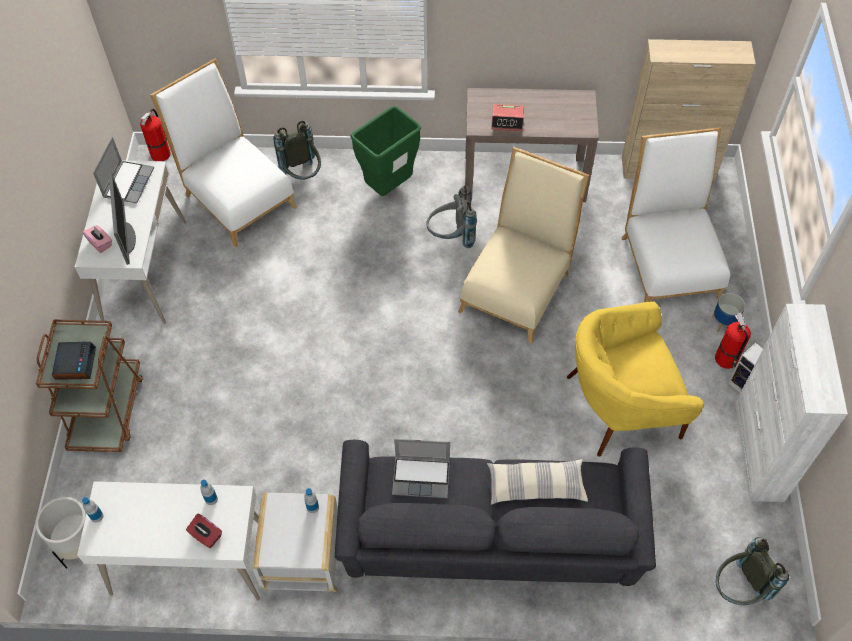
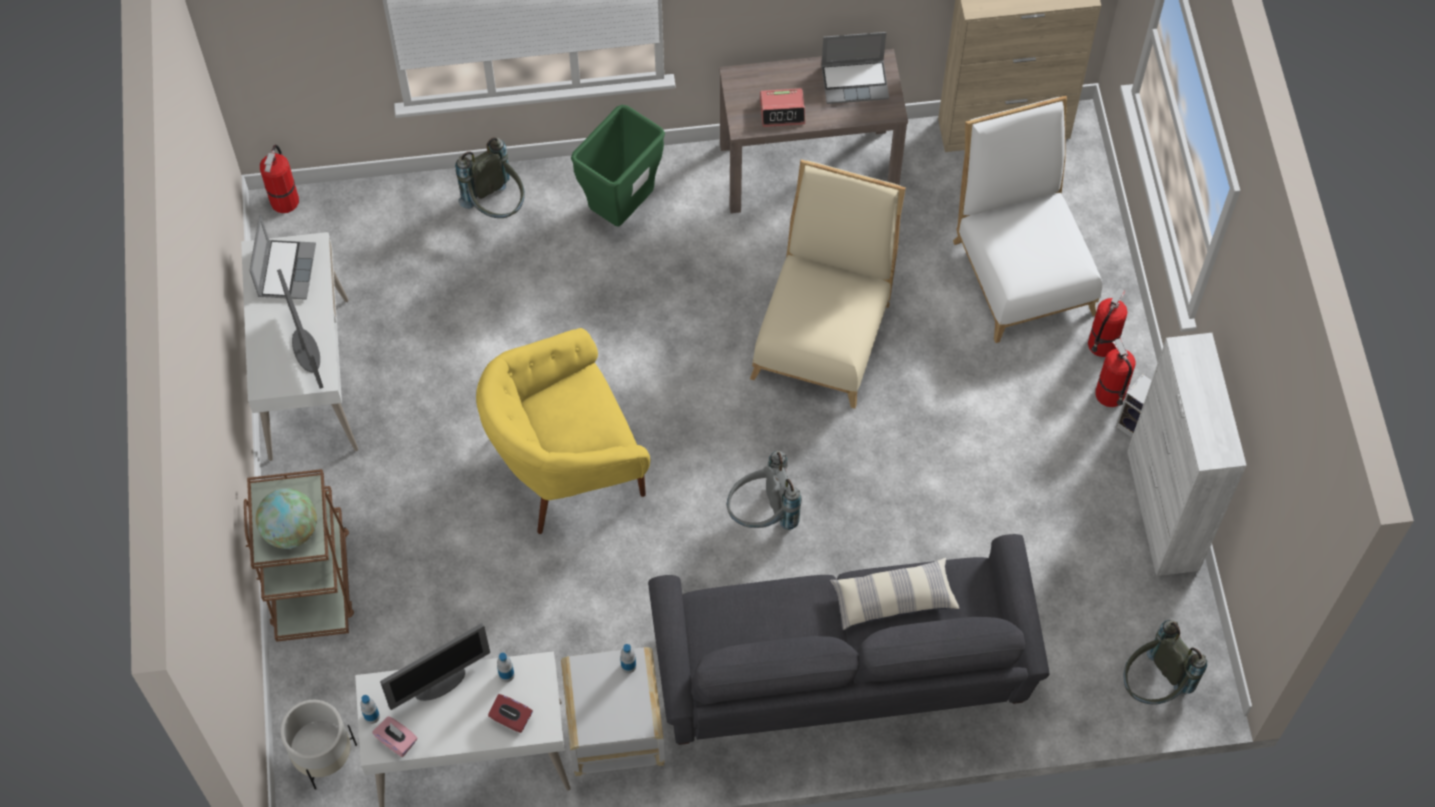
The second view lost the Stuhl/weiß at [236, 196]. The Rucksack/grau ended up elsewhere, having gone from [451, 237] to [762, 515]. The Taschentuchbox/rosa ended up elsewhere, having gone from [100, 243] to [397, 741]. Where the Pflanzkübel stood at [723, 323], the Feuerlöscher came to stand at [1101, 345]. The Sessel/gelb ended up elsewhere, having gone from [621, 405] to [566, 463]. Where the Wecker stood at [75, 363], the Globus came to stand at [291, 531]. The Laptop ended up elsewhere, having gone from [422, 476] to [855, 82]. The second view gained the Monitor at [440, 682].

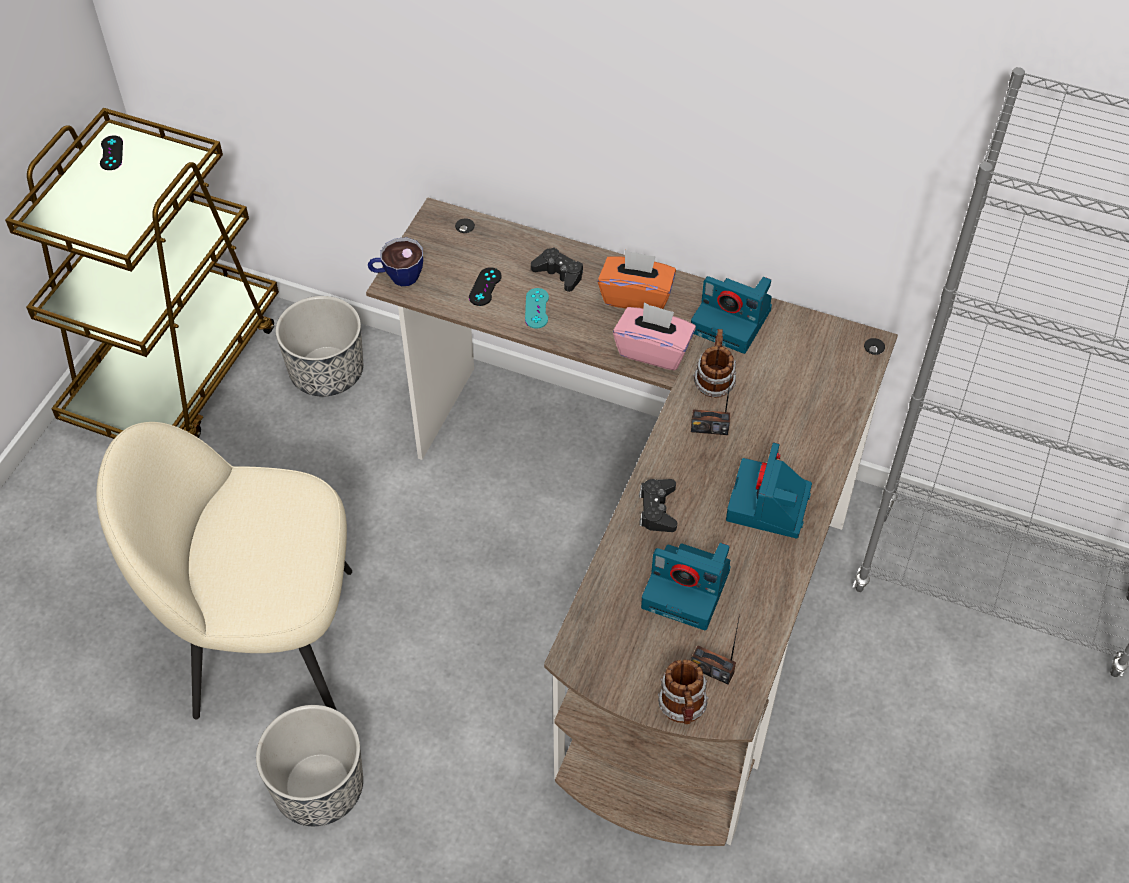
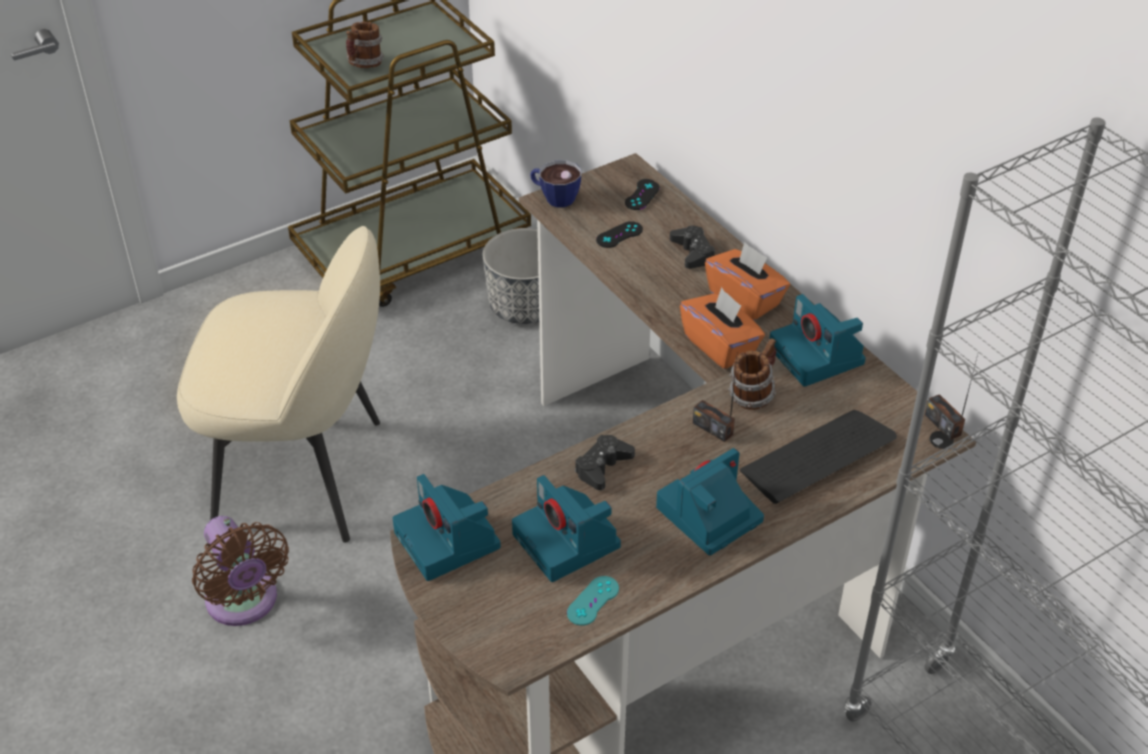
The Gamepad/schwarz ended up elsewhere, having gone from [111, 153] to [642, 195]. The Gamepad/türkis ended up elsewhere, having gone from [536, 308] to [593, 601]. What was the Taschentuchbox/rosa at [653, 350] turned into the Taschentuchbox/orange at [720, 346]. The Stuhl/beige at [267, 640] ended up facing another way, 150 degrees clockwise from before. The Radio ended up elsewhere, having gone from [712, 670] to [943, 424]. The Henkelbecher ended up elsewhere, having gone from [683, 708] to [364, 64]. Where the Pflanzkübel stood at [319, 787], the Ventilator/braun came to stand at [244, 603]. The second view gained the Tastatur at [817, 457]. The second view gained the Kamera at [449, 541].

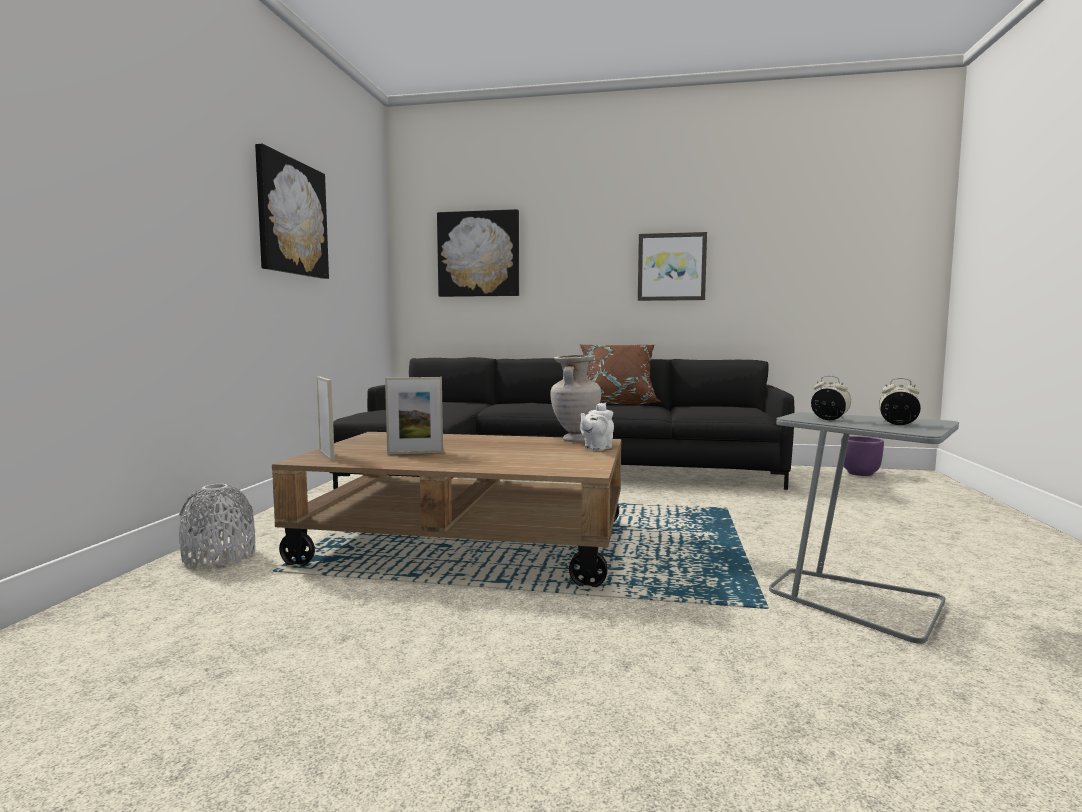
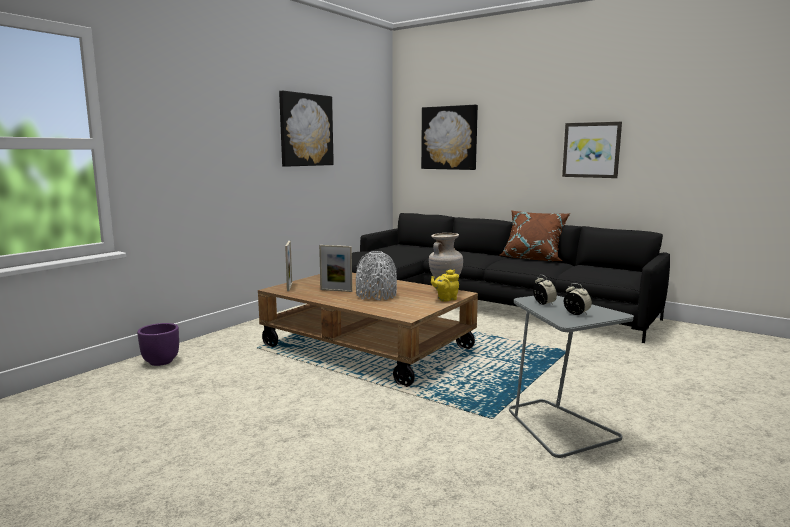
What was the Teekanne/weiß at [596, 448] turned into the Teekanne/gelb at [445, 299]. The Pflanzkübel/lila ended up elsewhere, having gone from [860, 473] to [161, 362]. The Vase/grau ended up elsewhere, having gone from [219, 557] to [376, 295].

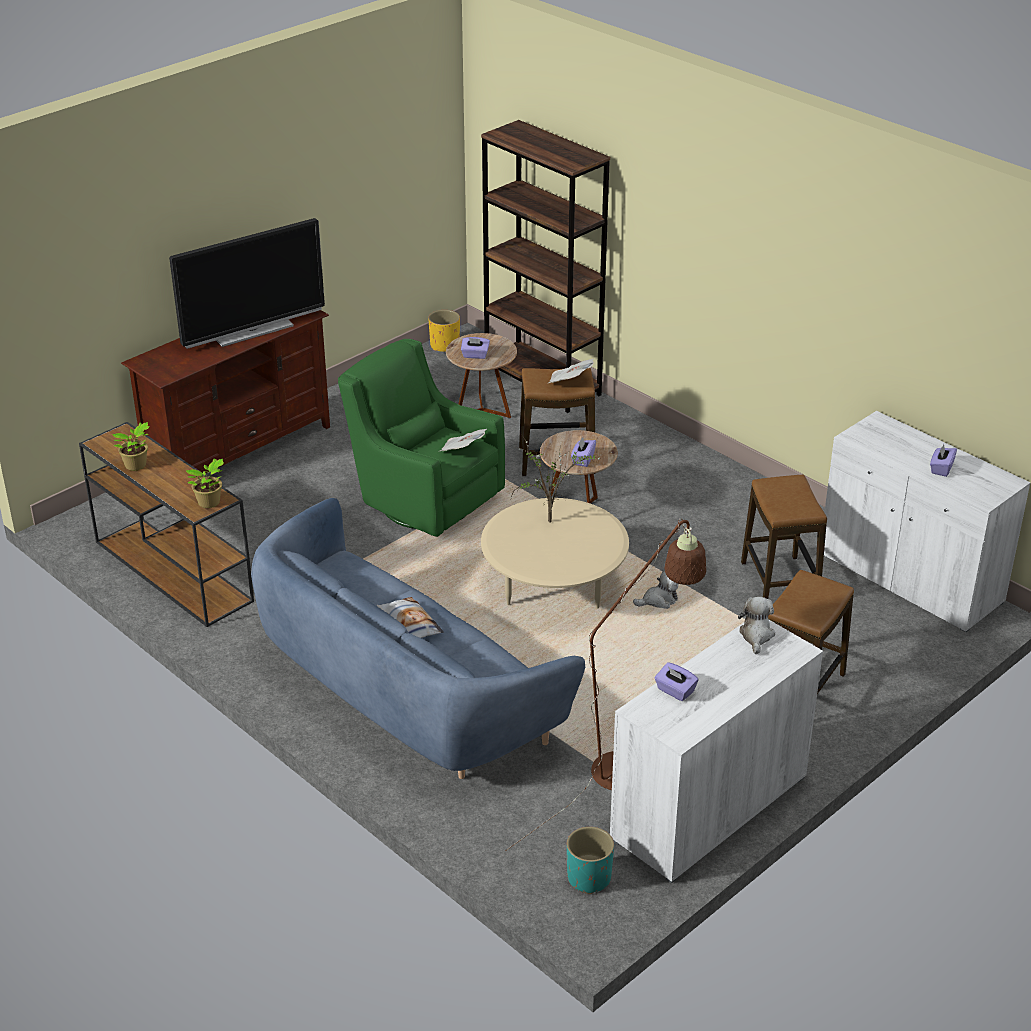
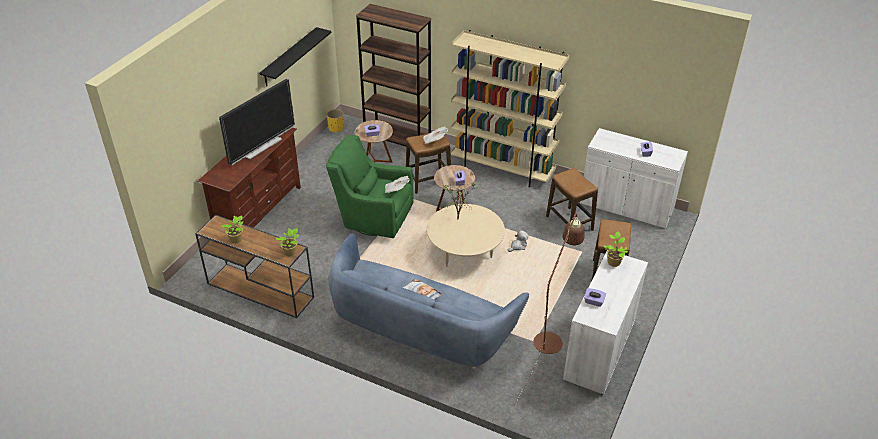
Where the Plüschtier stood at [756, 635], the Topfpflanze came to stand at [613, 262]. The second view lost the Pflanzkübel/türkis at [589, 878]. The second view gained the Wandregal/schwarz at [289, 57]. The second view gained the Bücherregal/beige at [502, 169].

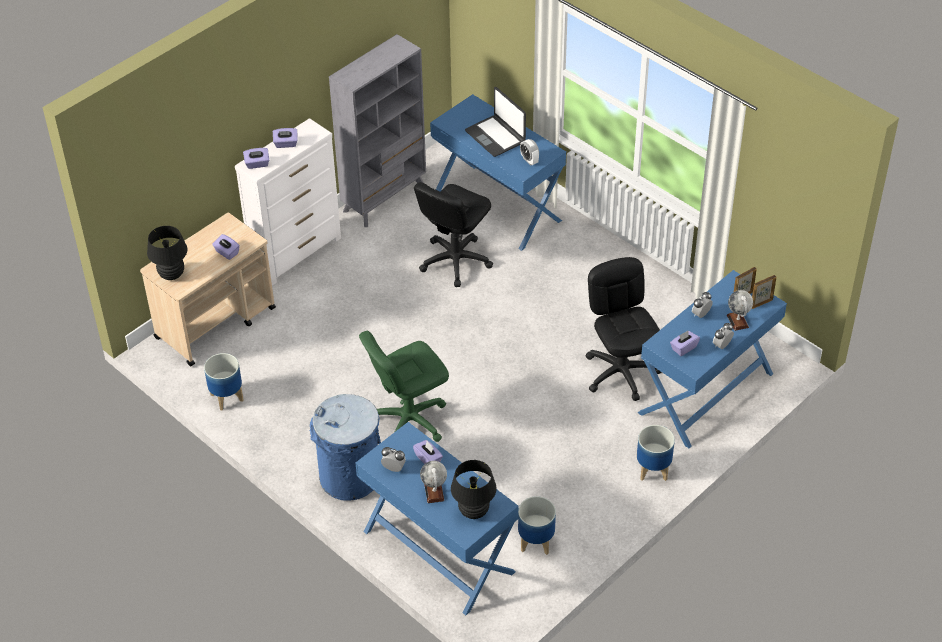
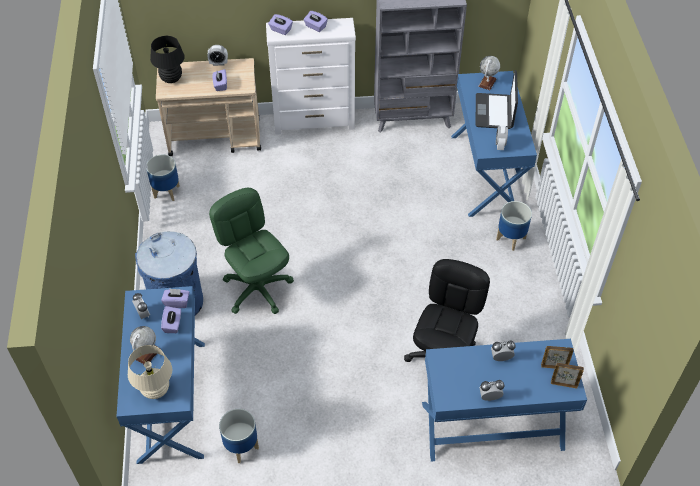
The second view lost the Bürostuhl/schwarz at [455, 261]. The Globus ended up elsewhere, having gone from [737, 321] to [487, 83]. The Bürostuhl/grün at [409, 420] ended up facing another way, 45 degrees clockwise from before. The Taschentuchbox/lila ended up elsewhere, having gone from [683, 348] to [177, 302]. The Pflanzkübel ended up elsewhere, having gone from [653, 470] to [510, 239]. What was the Tischlampe/schwarz at [474, 511] turned into the Tischlampe/beige at [156, 390]. The second view gained the Wecker at [218, 63].

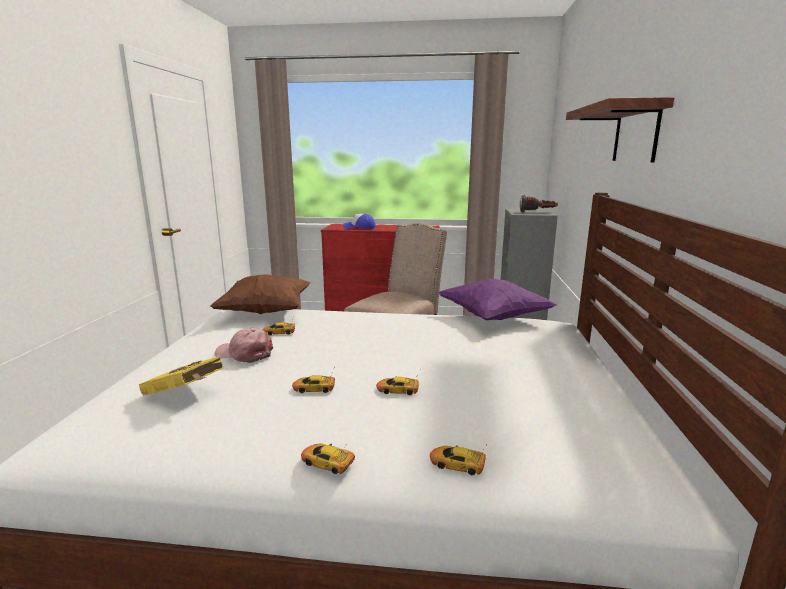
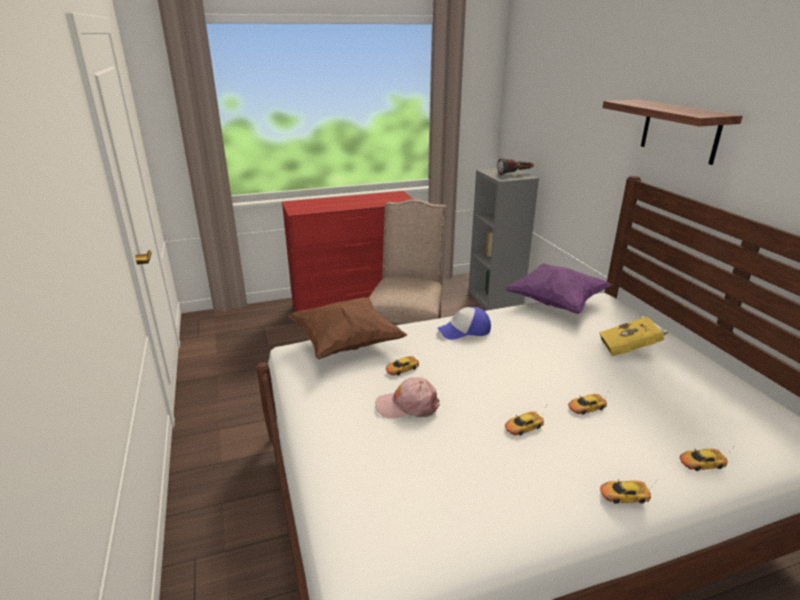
The Kappe ended up elsewhere, having gone from [359, 227] to [464, 331]. The Buch/gelb ended up elsewhere, having gone from [185, 395] to [630, 349].

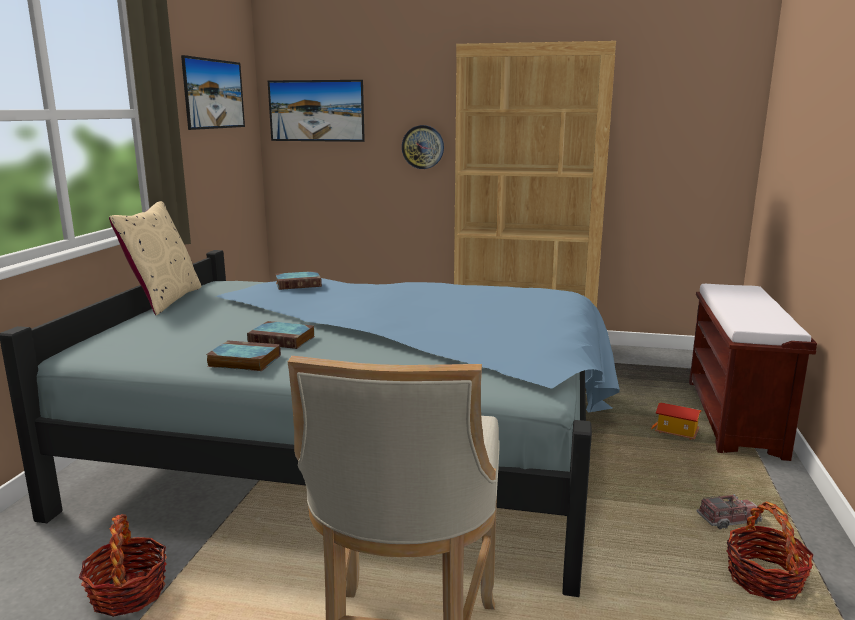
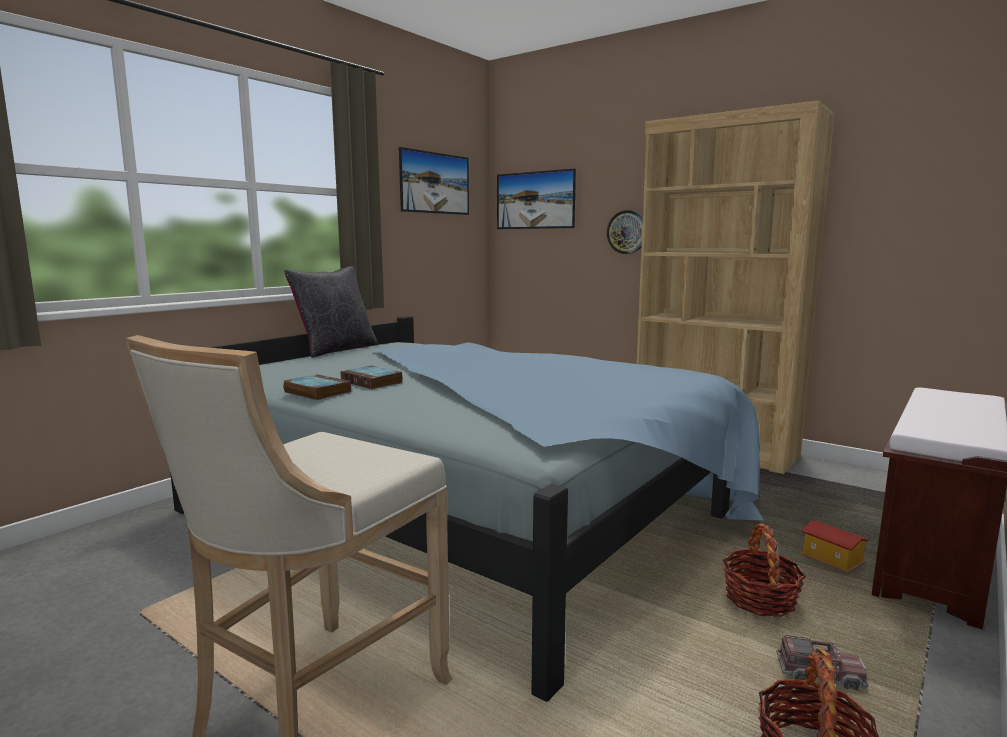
What was the Kissen/beige at [164, 300] turned into the Kissen/schwarz at [336, 349]. The second view lost the Buch at [299, 284]. The Korb ended up elsewhere, having gone from [128, 593] to [760, 599].

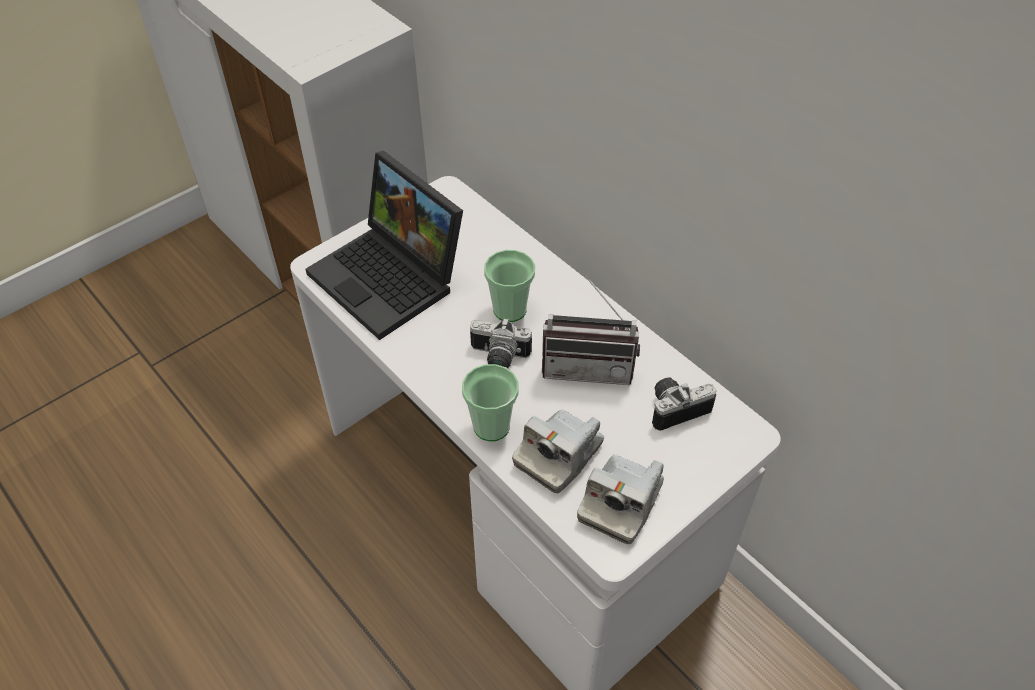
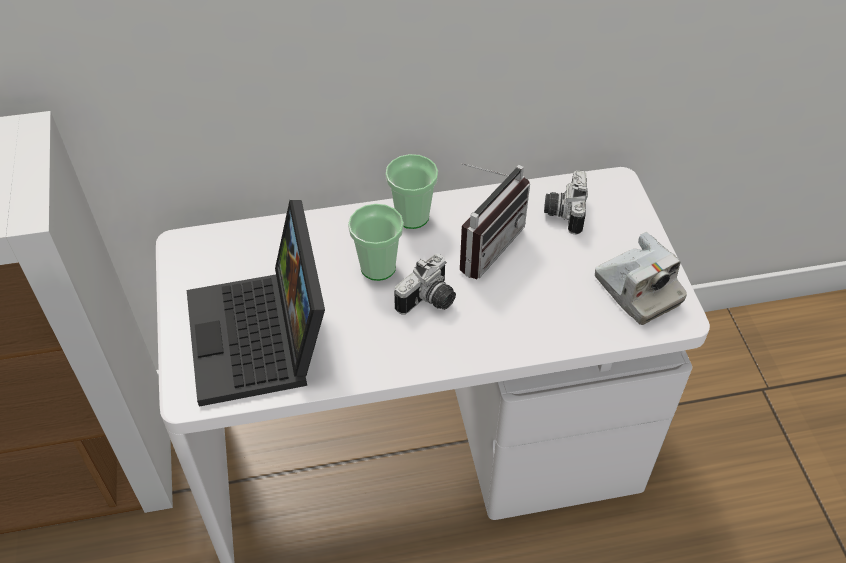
The Laptop at [392, 278] ended up facing another way, 90 degrees clockwise from before. The Tasse ended up elsewhere, having gone from [491, 426] to [412, 216]. The second view lost the Kamera at [558, 455].

